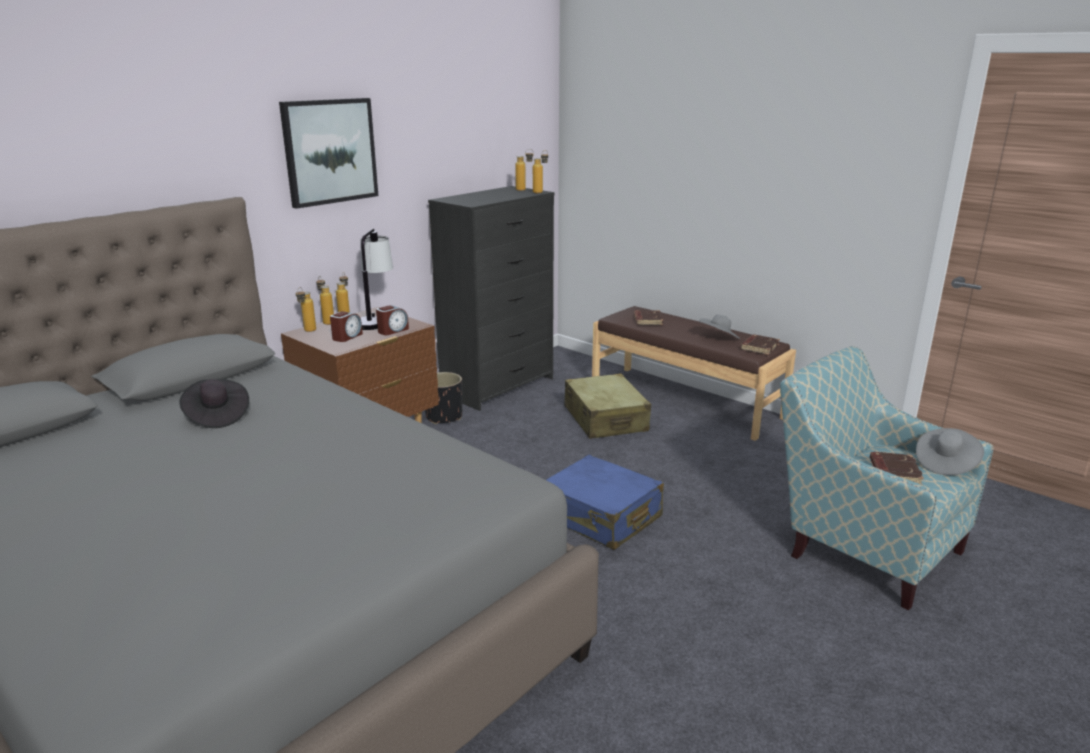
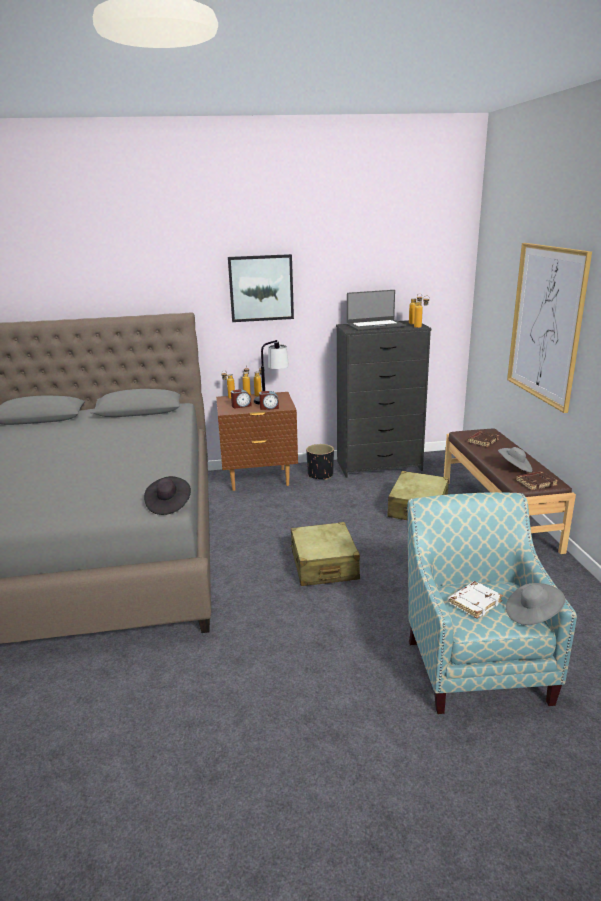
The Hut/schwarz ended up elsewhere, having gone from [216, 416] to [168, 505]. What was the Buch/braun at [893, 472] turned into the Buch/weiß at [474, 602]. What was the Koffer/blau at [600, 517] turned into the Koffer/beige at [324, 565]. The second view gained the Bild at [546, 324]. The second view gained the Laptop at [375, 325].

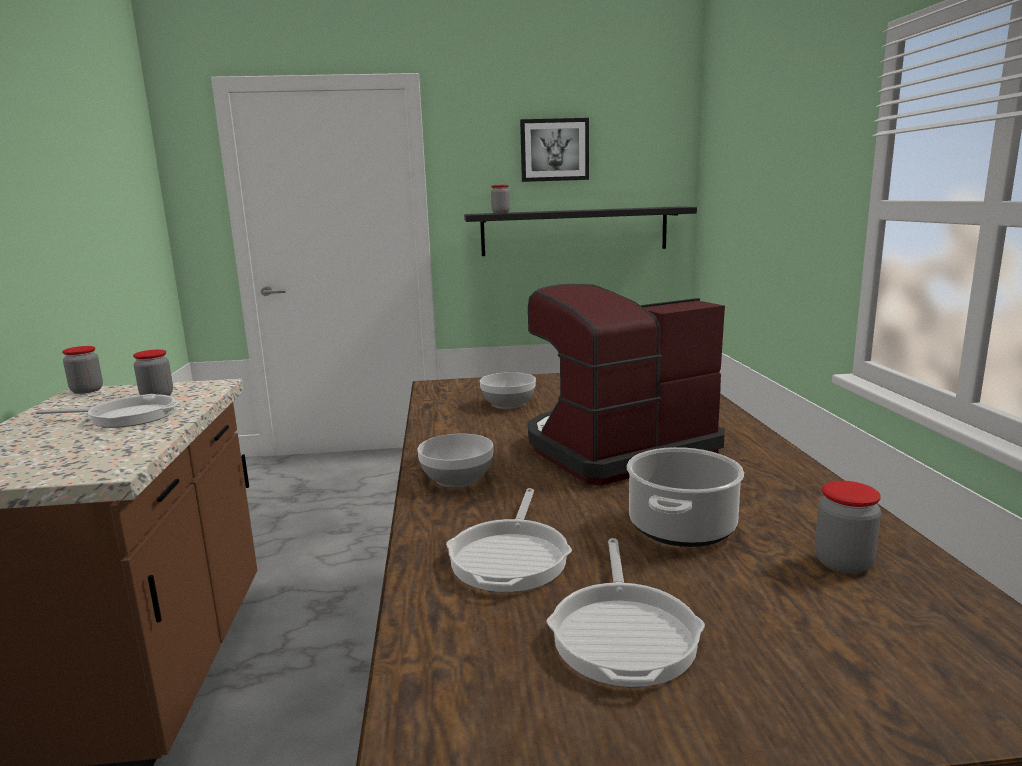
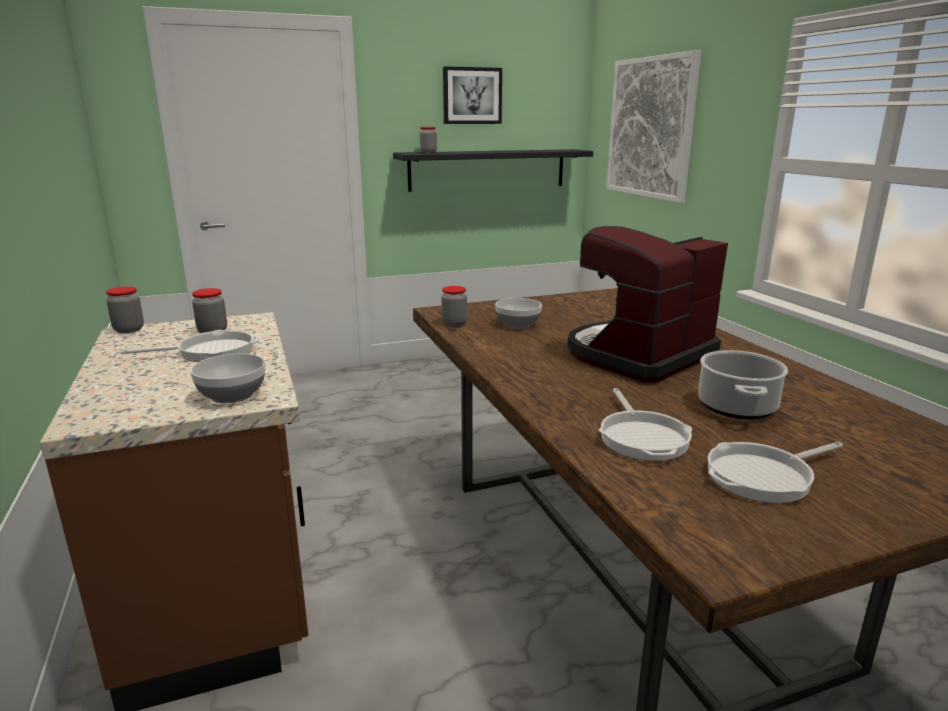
The Schüssel ended up elsewhere, having gone from [458, 478] to [233, 395]. The Vorratsglas ended up elsewhere, having gone from [843, 563] to [454, 323]. The Pfanne at [624, 633] ended up facing another way, 75 degrees clockwise from before. The second view gained the Bild at [650, 128].

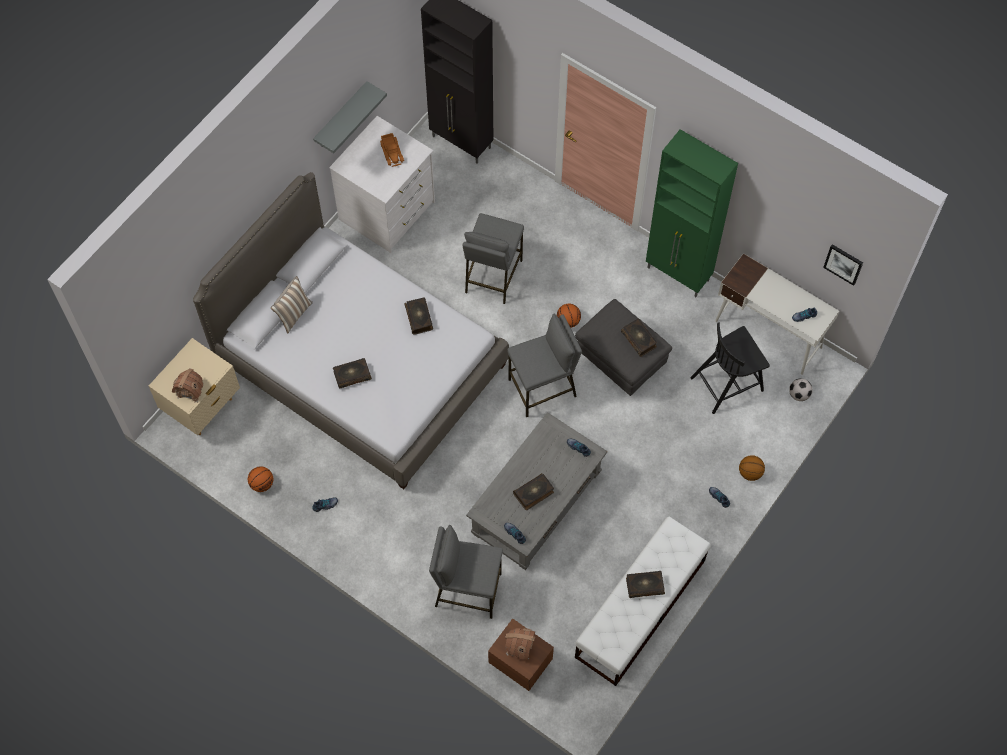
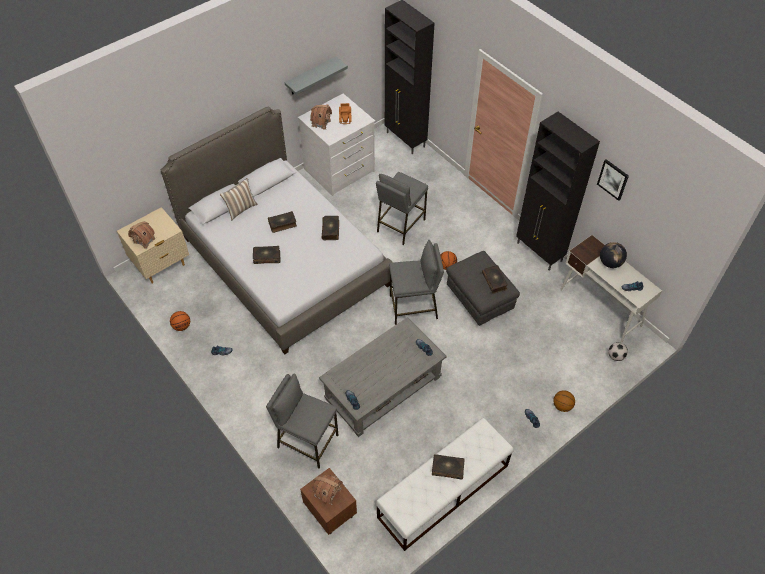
What was the Schrank/grün at [678, 275] turned into the Schrank/schwarz at [539, 252]. The Bild ended up elsewhere, having gone from [843, 264] to [613, 179]. The second view lost the Stuhl/schwarz at [728, 383]. The Buch ended up elsewhere, having gone from [534, 493] to [282, 224]. The second view gained the Spielzeughaus at [321, 123]. The second view gained the Globus at [610, 263].

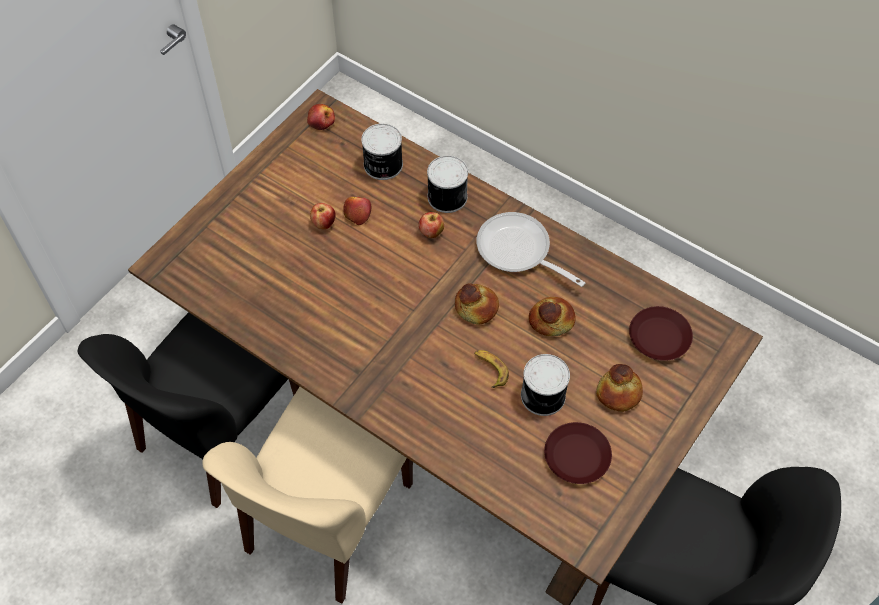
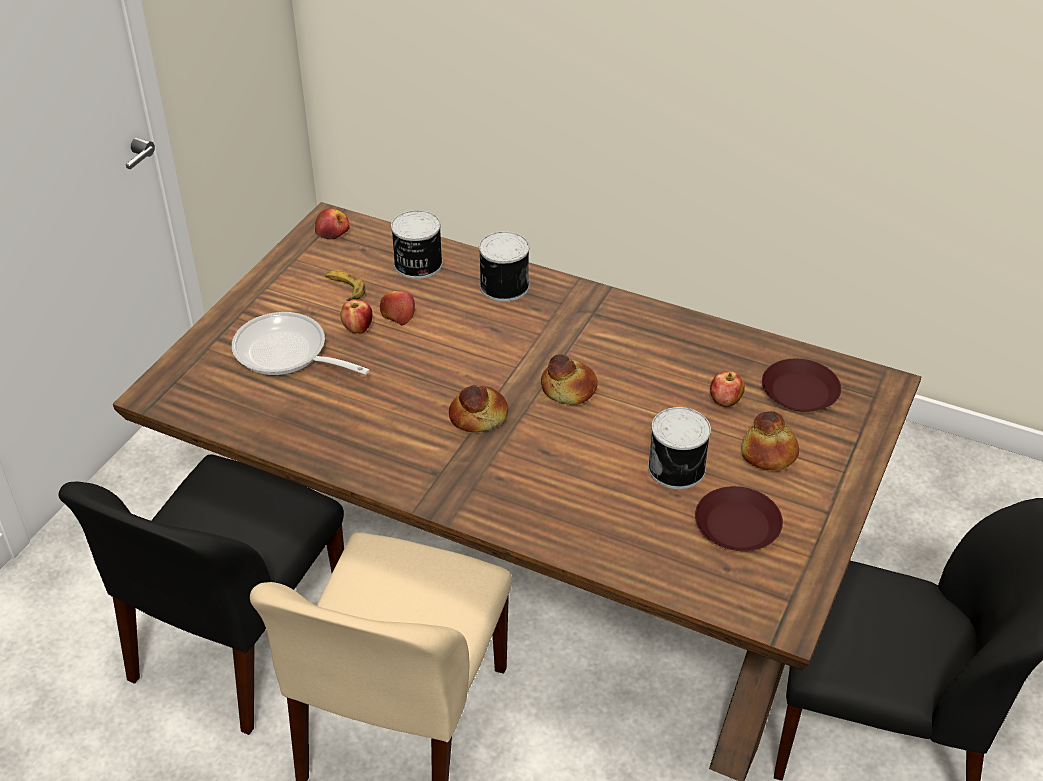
The Apfel ended up elsewhere, having gone from [431, 233] to [725, 402]. The Pfanne ended up elsewhere, having gone from [518, 251] to [287, 354]. The Brot ended up elsewhere, having gone from [551, 321] to [479, 417]. The Banane ended up elsewhere, having gone from [490, 369] to [344, 288].

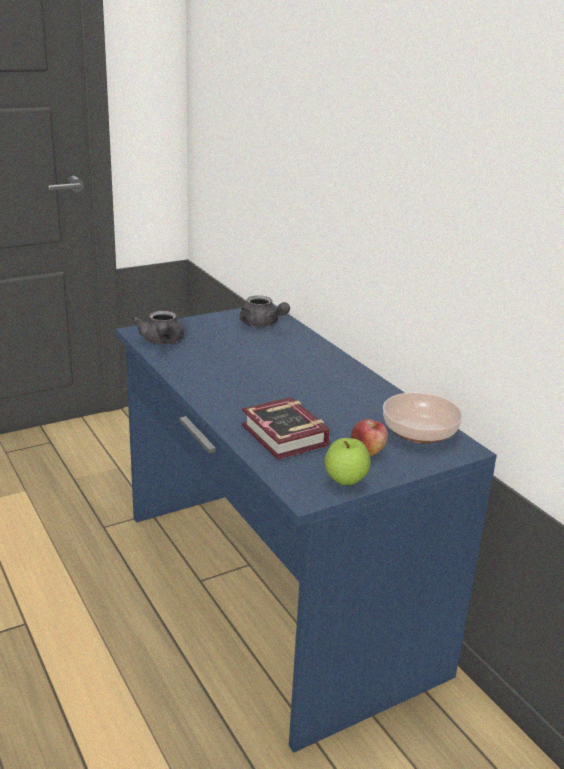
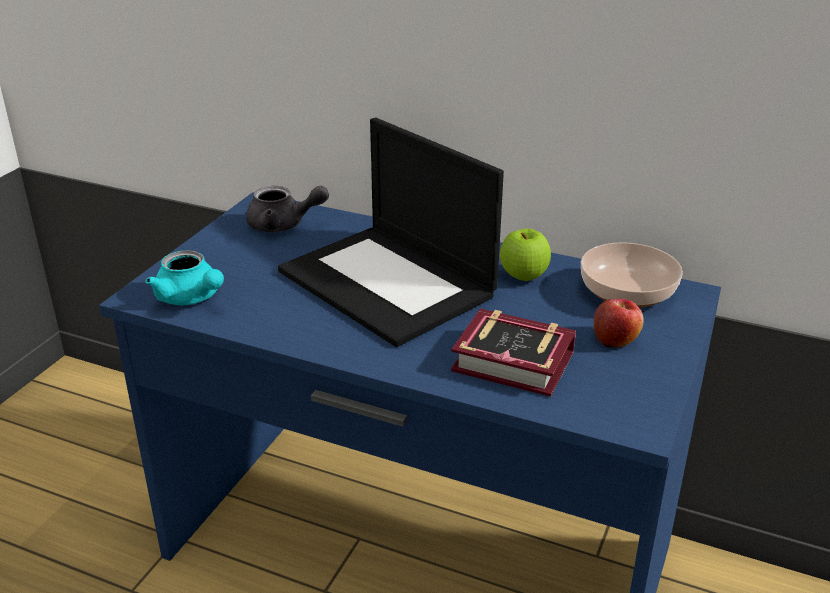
What was the Teekanne/grau at [161, 341] turned into the Teekanne/türkis at [191, 298]. The Apfel ended up elsewhere, having gone from [345, 480] to [523, 276]. The second view gained the Laptop at [389, 283].

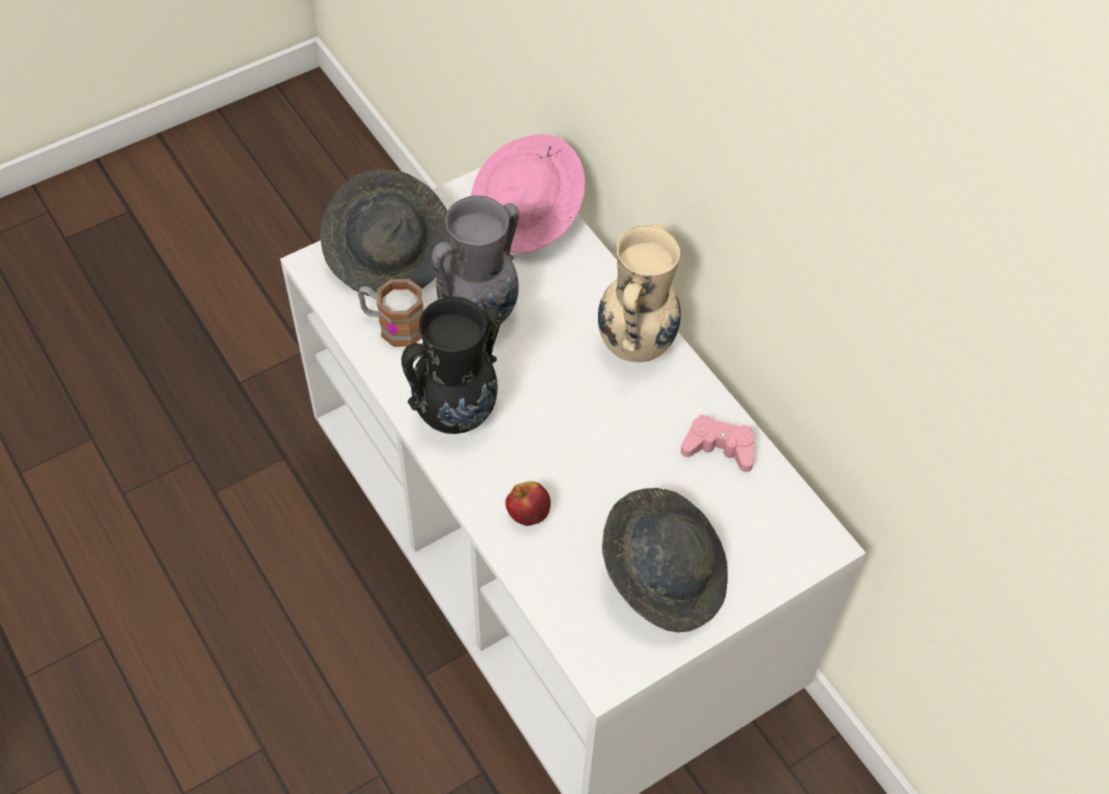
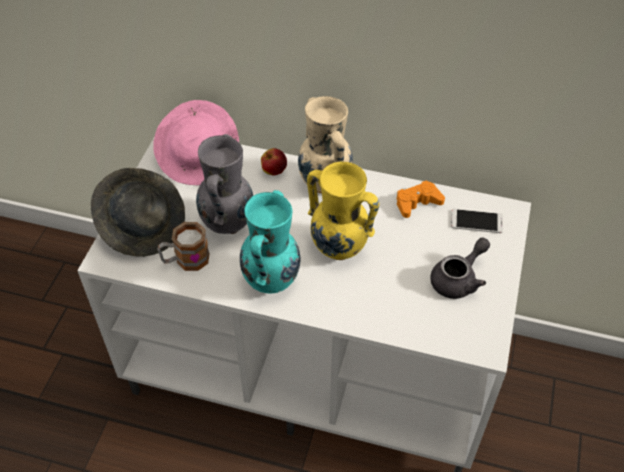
What was the Vase/schwarz at [457, 414] turned into the Vase/türkis at [272, 279]. What was the Gamepad/rosa at [719, 448] turned into the Gamepad/orange at [417, 203]. The Apfel ended up elsewhere, having gone from [528, 514] to [274, 171]. Where the Hut/grau stood at [663, 573], the Teekanne/grau came to stand at [458, 279]. The second view gained the Vase/gelb at [339, 249]. The second view gained the Handy at [476, 221].

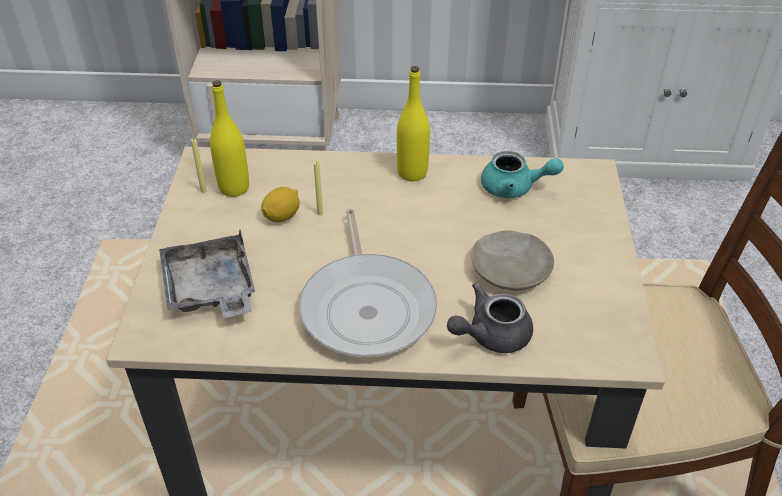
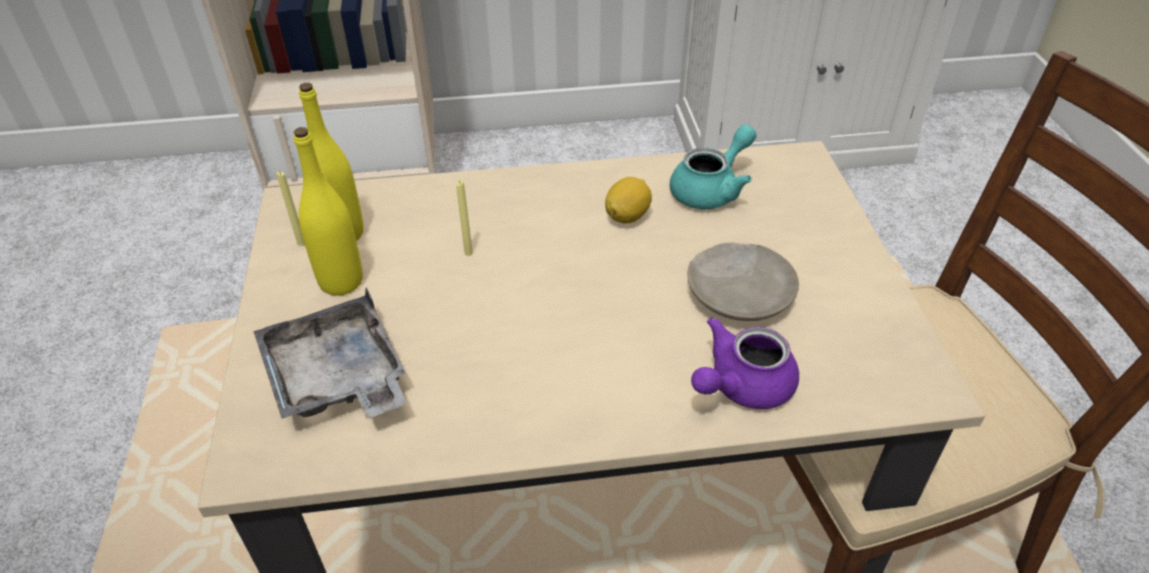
The Flasche/gelb ended up elsewhere, having gone from [412, 173] to [341, 282]. The Teekanne/türkis at [514, 188] ended up facing another way, 45 degrees counterclockwise from before. The Zitrone ended up elsewhere, having gone from [282, 216] to [627, 216]. The second view lost the Pfanne at [367, 306]. What was the Teekanne/grau at [490, 335] turned into the Teekanne/lila at [741, 386].

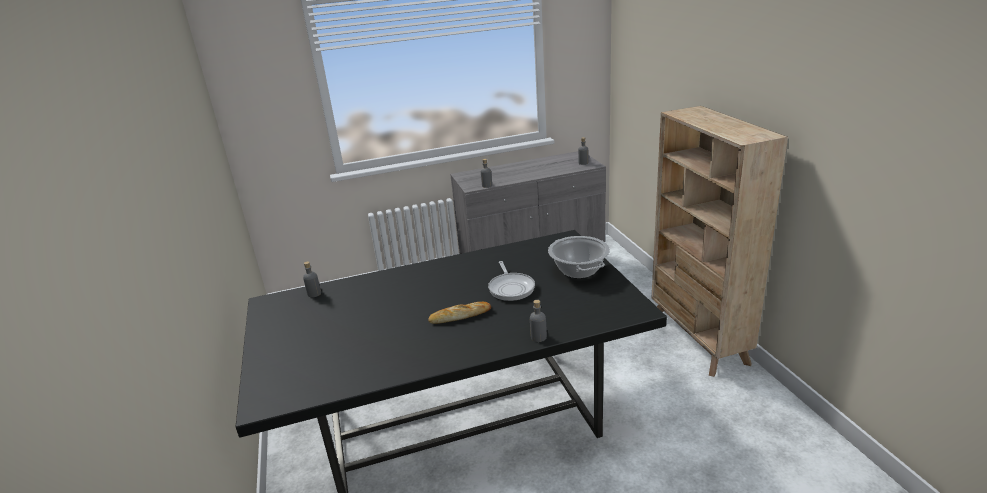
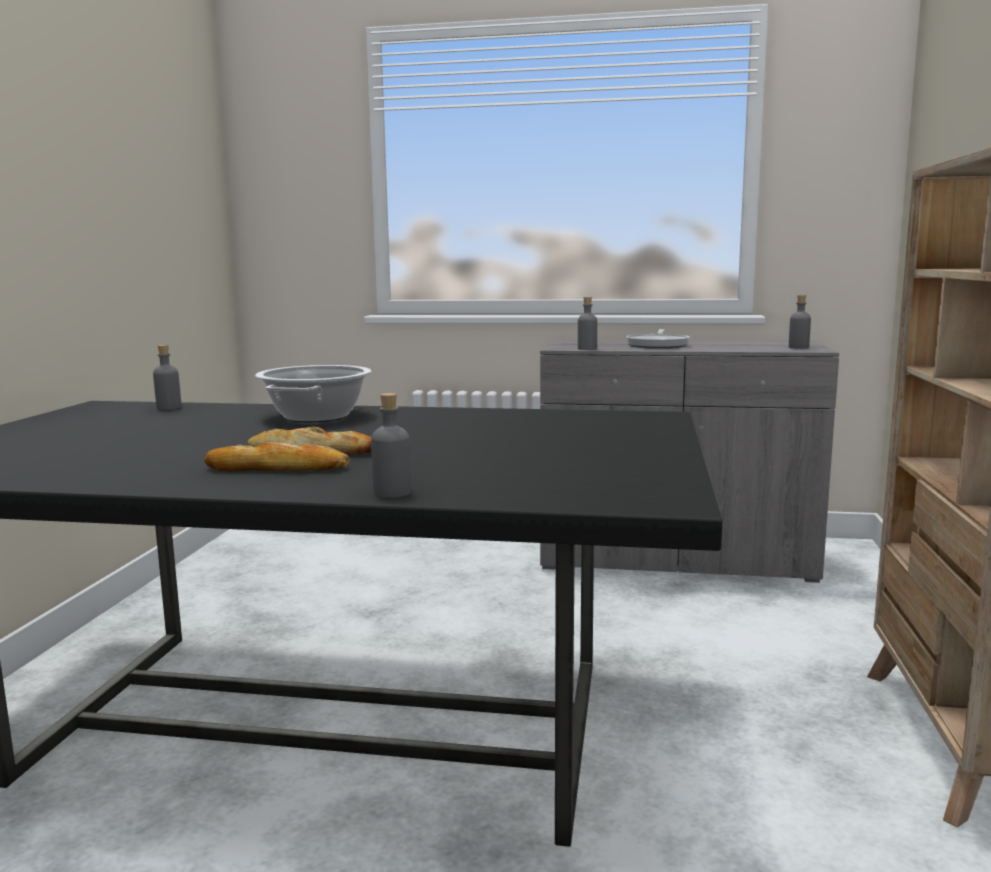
The Kochtopf ended up elsewhere, having gone from [579, 270] to [316, 417]. The Pfanne ended up elsewhere, having gone from [511, 288] to [658, 345]. The second view gained the Brot at [277, 468].

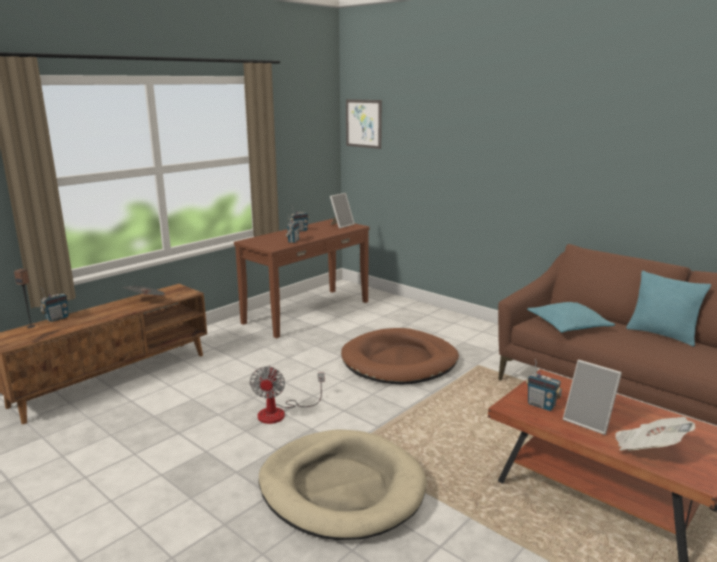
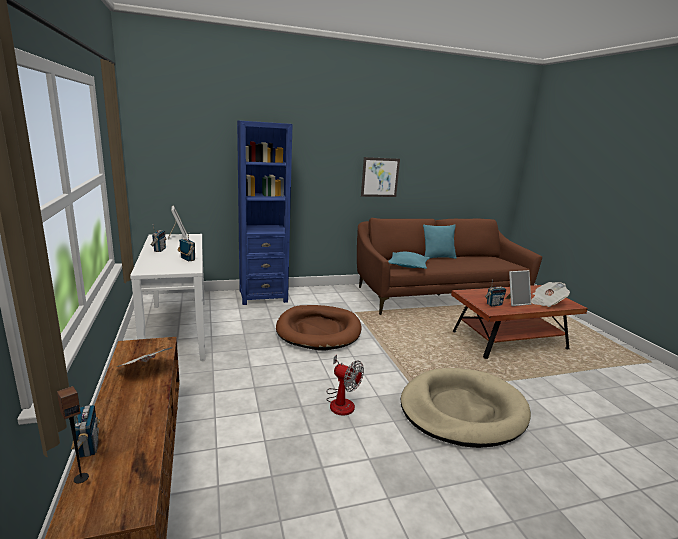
The Bild ended up elsewhere, having gone from [363, 123] to [380, 177]. What was the Konsolentisch/braun at [307, 312] turned into the Konsolentisch/weiß at [176, 330]. The second view gained the Bücherregal/blau at [263, 296].

